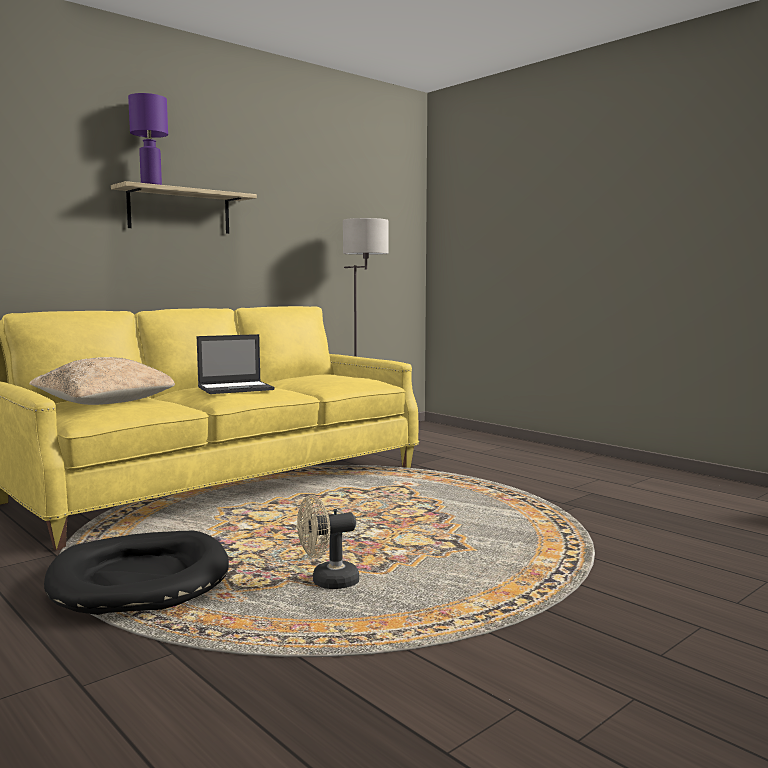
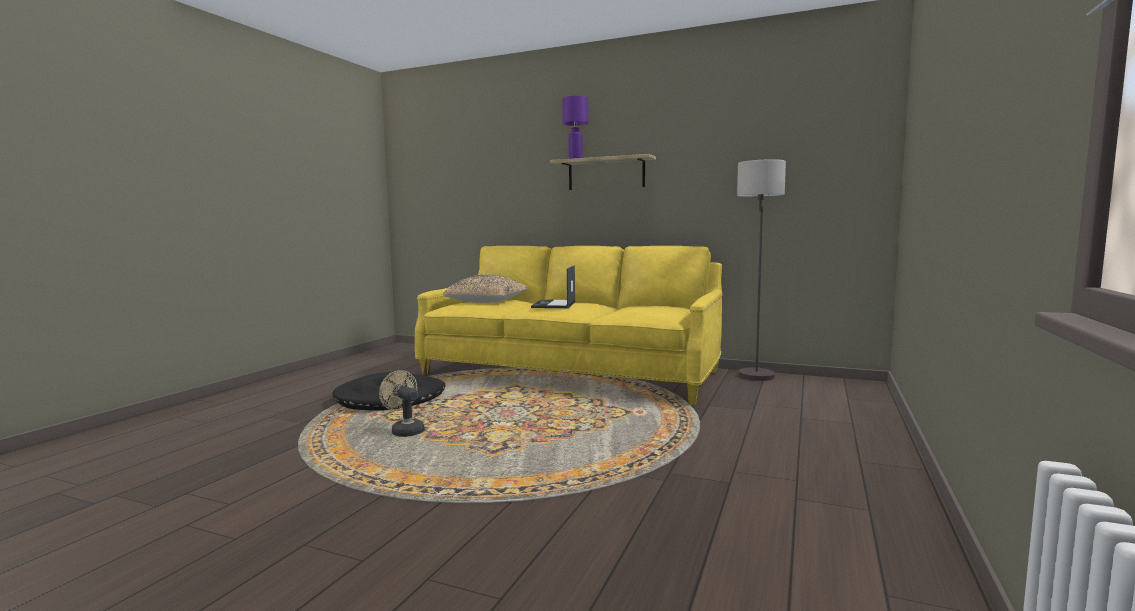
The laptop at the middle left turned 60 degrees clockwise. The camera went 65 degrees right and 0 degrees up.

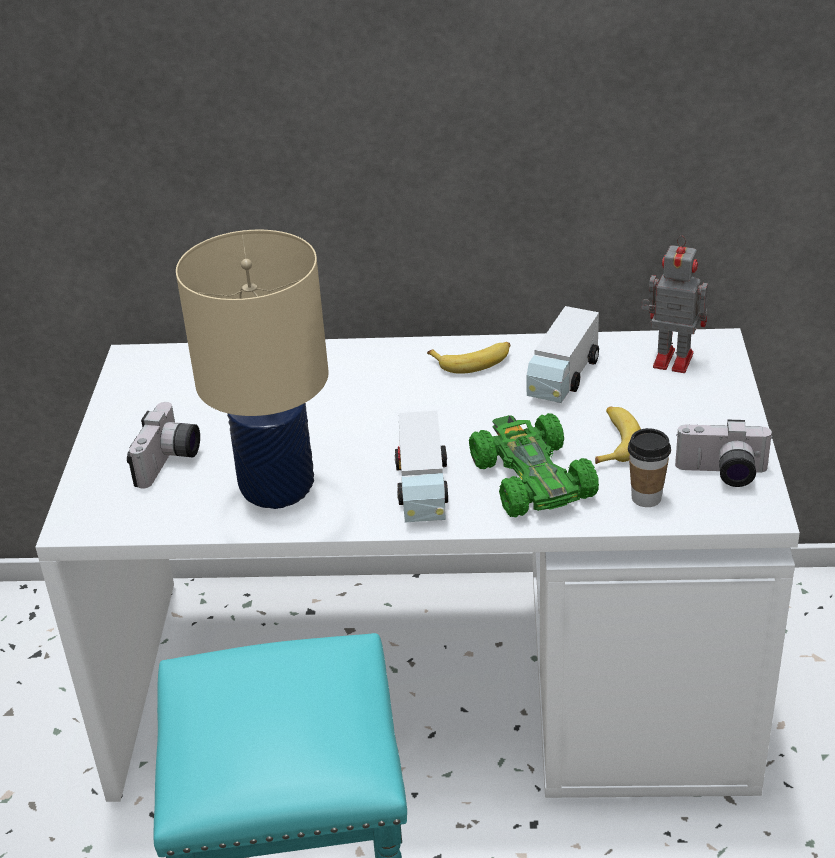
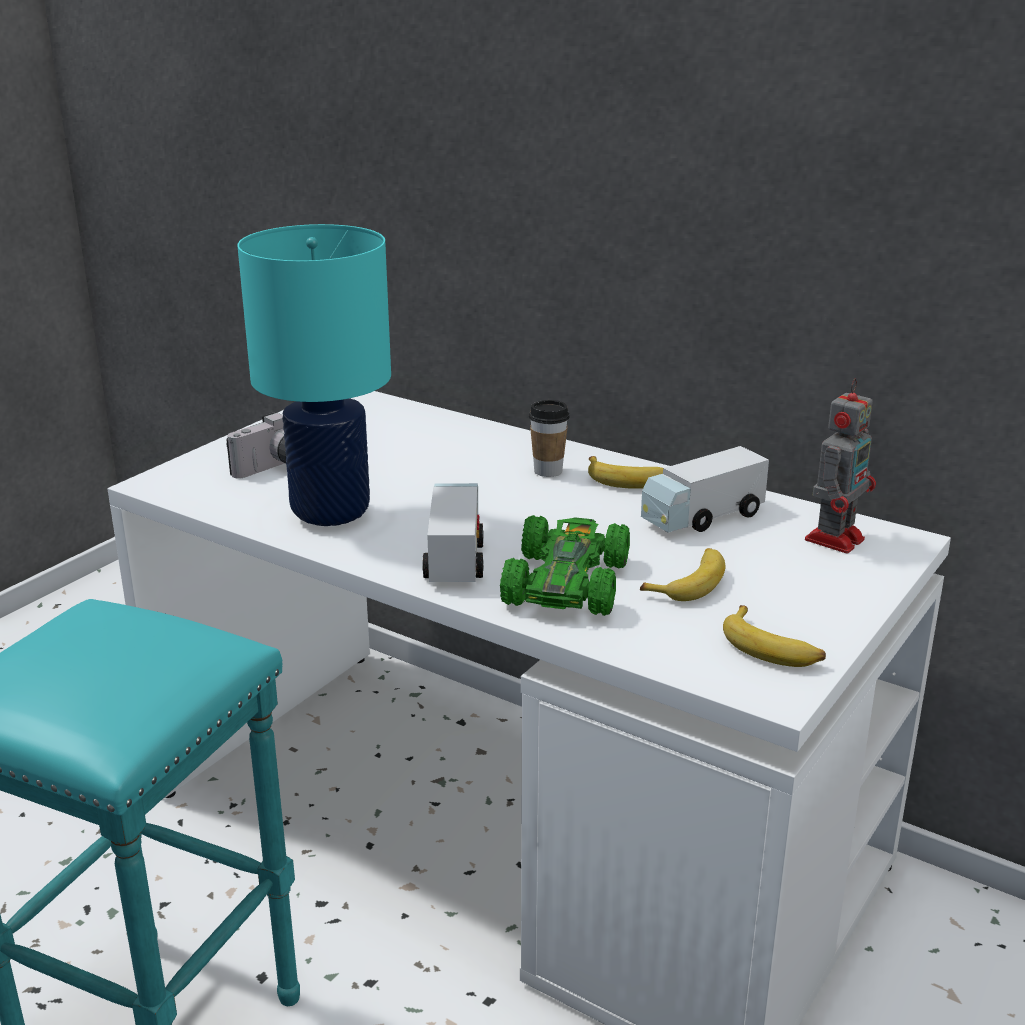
The beige table lamp at the middle left became the turquoise table lamp at the middle left. The toy robot at the middle right turned 75 degrees clockwise. The toy truck (no. 1 from left) at the centre turned 150 degrees clockwise. The photo camera (no. 2 from left) at the middle right was replaced by the banana (no. 3 from left) at the middle right. The cup moved from the middle right to the centre. The camera went 30 degrees right and 10 degrees down.

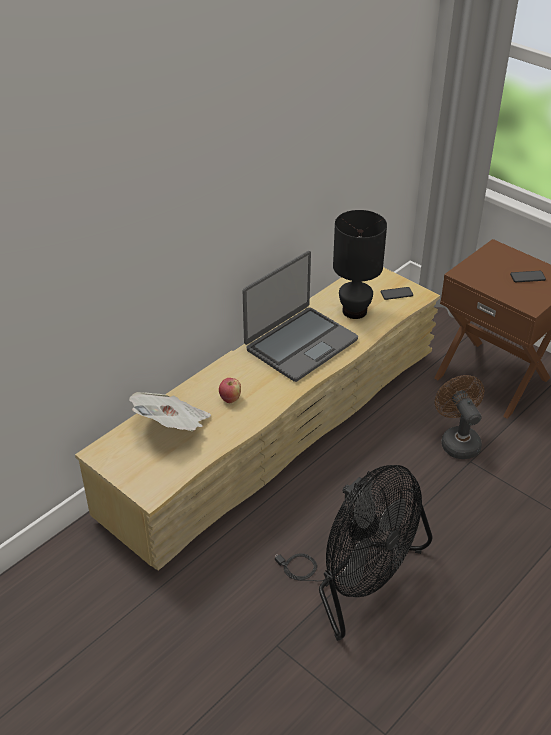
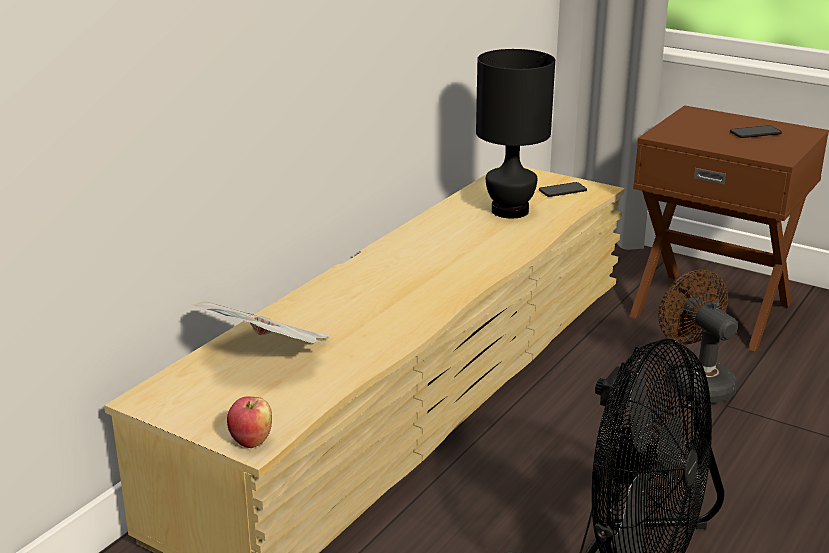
The laptop at the centre disappeared. The apple moved from the centre to the bottom left. The camera went 10 degrees left and 15 degrees down.

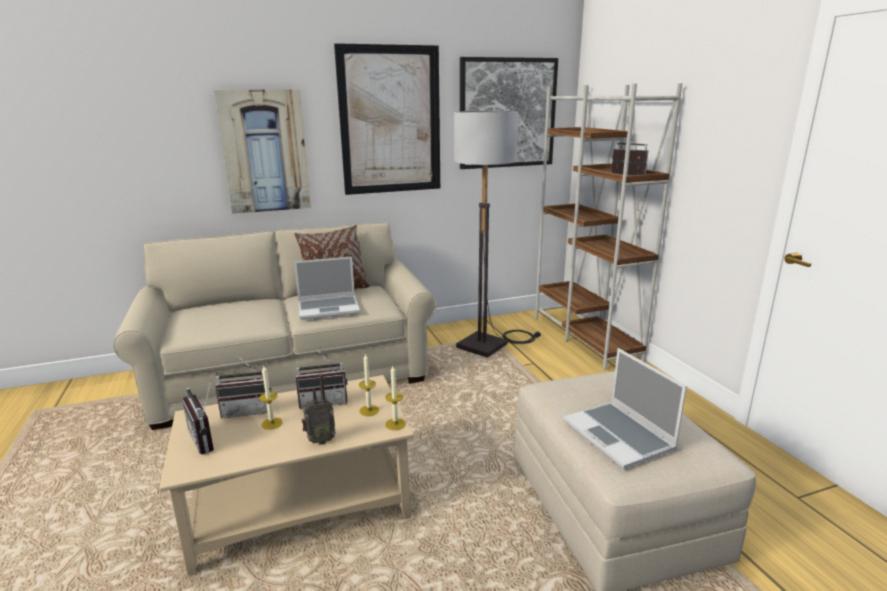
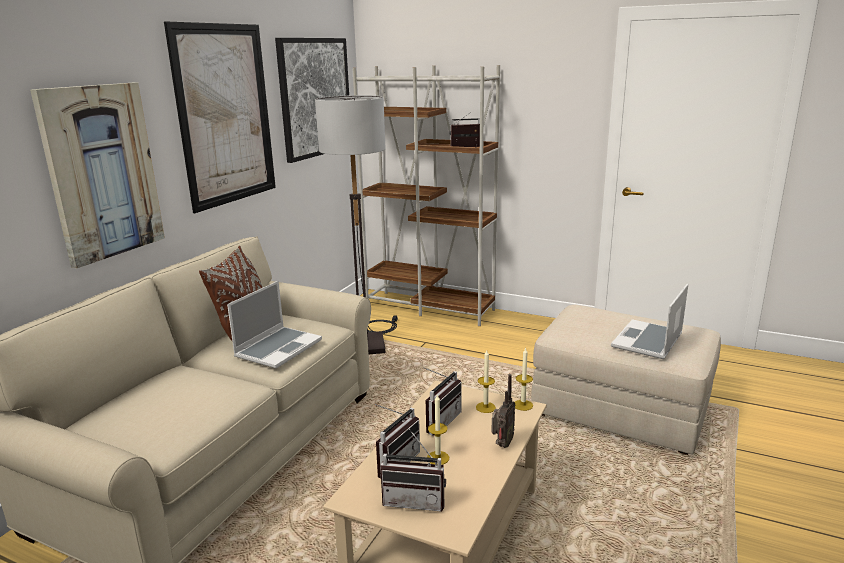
The laptop (no. 2 from left) at the bottom right turned 105 degrees clockwise. The camera went 45 degrees left and 0 degrees up.

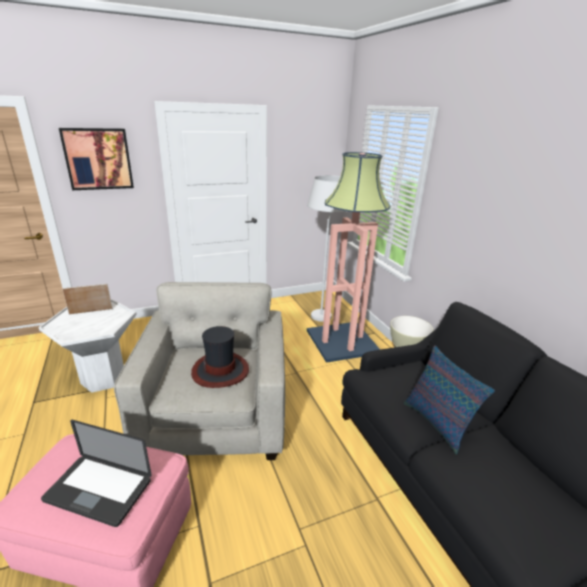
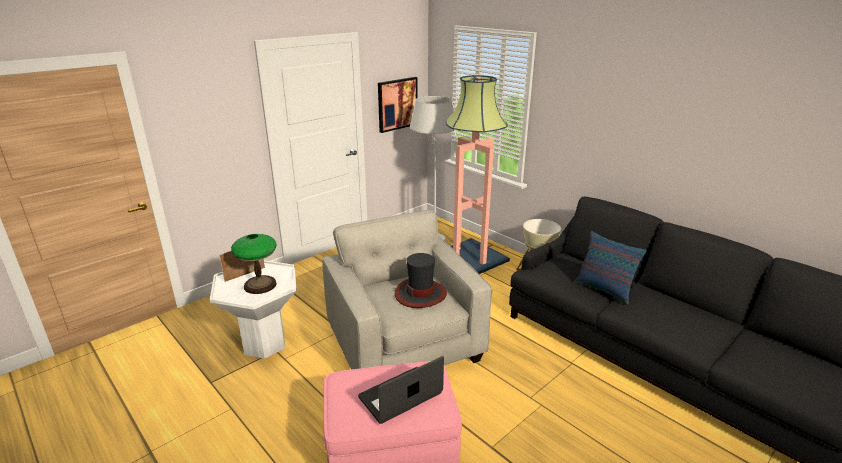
The picture moved from the top left to the top centre. The laptop at the bottom left turned 150 degrees clockwise. The table lamp at the middle left appeared. The camera went 20 degrees left and 0 degrees up.

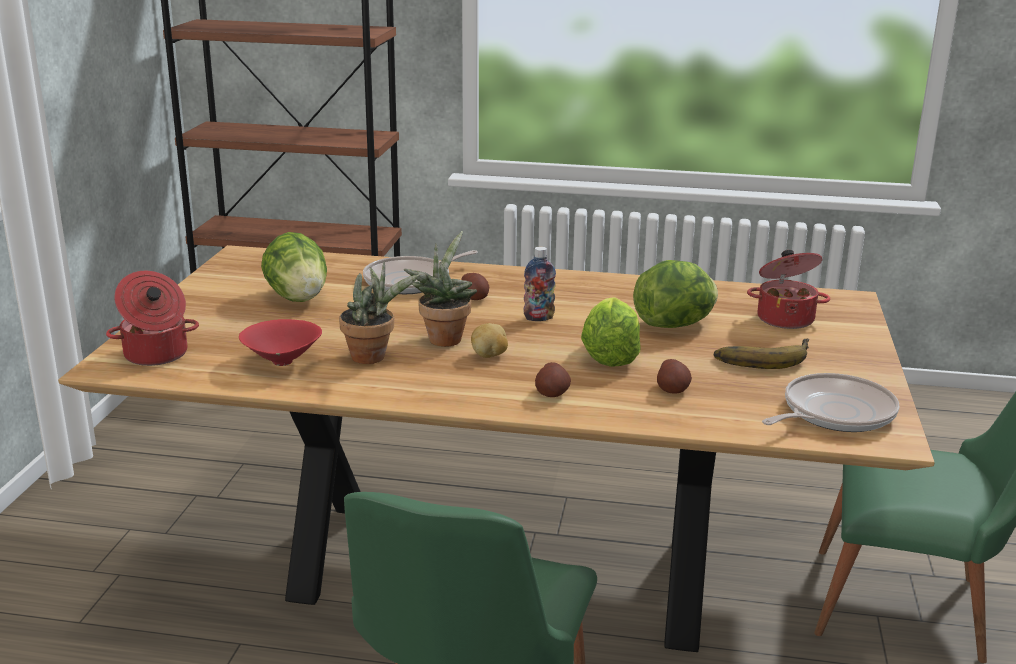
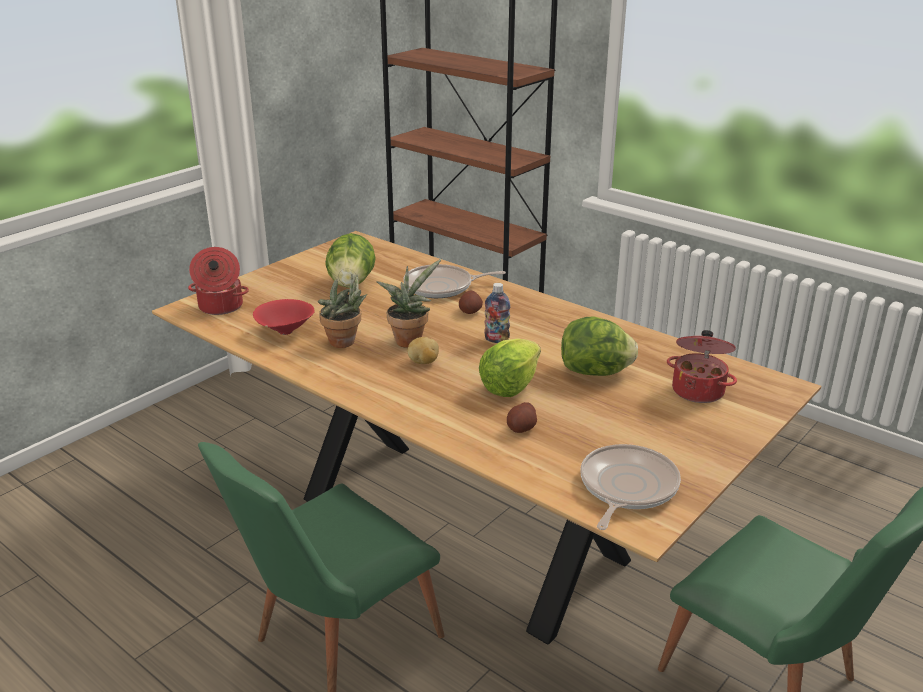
The banana at the middle right disappeared. The potato (no. 3 from left) at the centre disappeared. The frying pan (no. 2 from left) at the middle right turned 60 degrees counterclockwise. The camera went 30 degrees right and 5 degrees up.

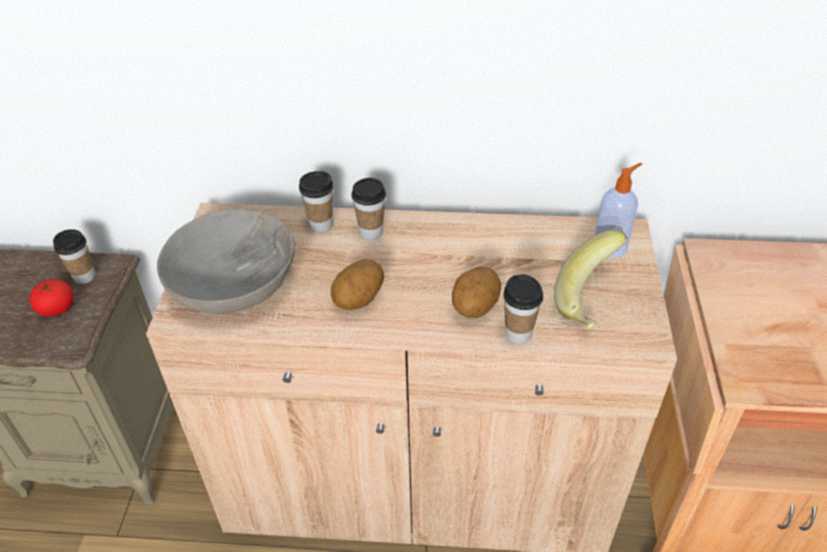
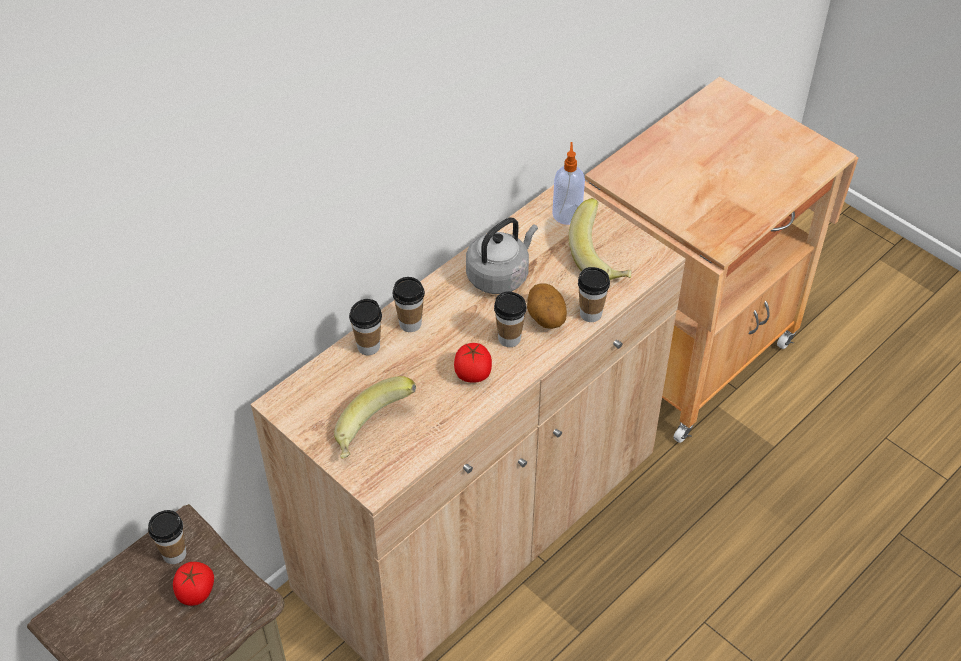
The grey bowl at the middle left was replaced by the banana (no. 1 from left) at the centre. The potato (no. 1 from left) at the centre was replaced by the tomato (no. 2 from left) at the centre. The grey kettle at the centre appeared. The cup (no. 4 from left) at the centre appeared. The camera went 50 degrees left and 5 degrees up.

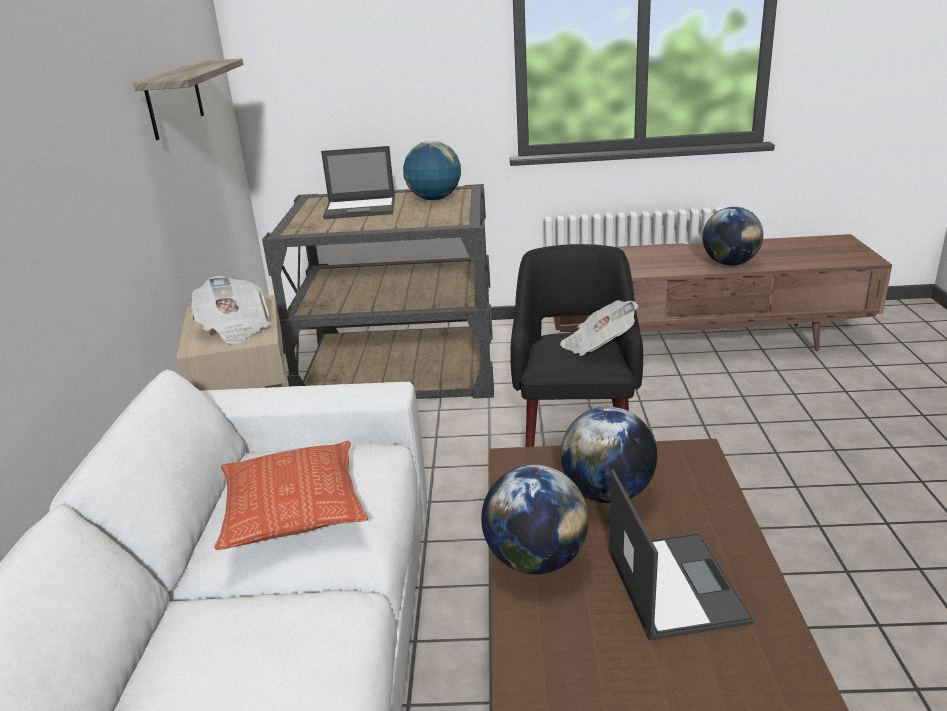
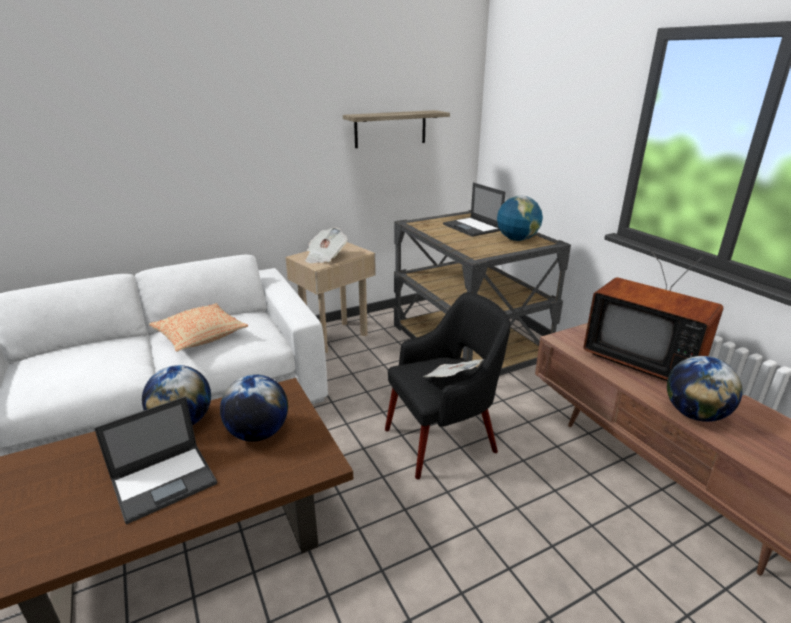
The orange pillow at the bottom left became the beige pillow at the middle left. The television at the middle right appeared. The camera went 60 degrees right and 0 degrees up.

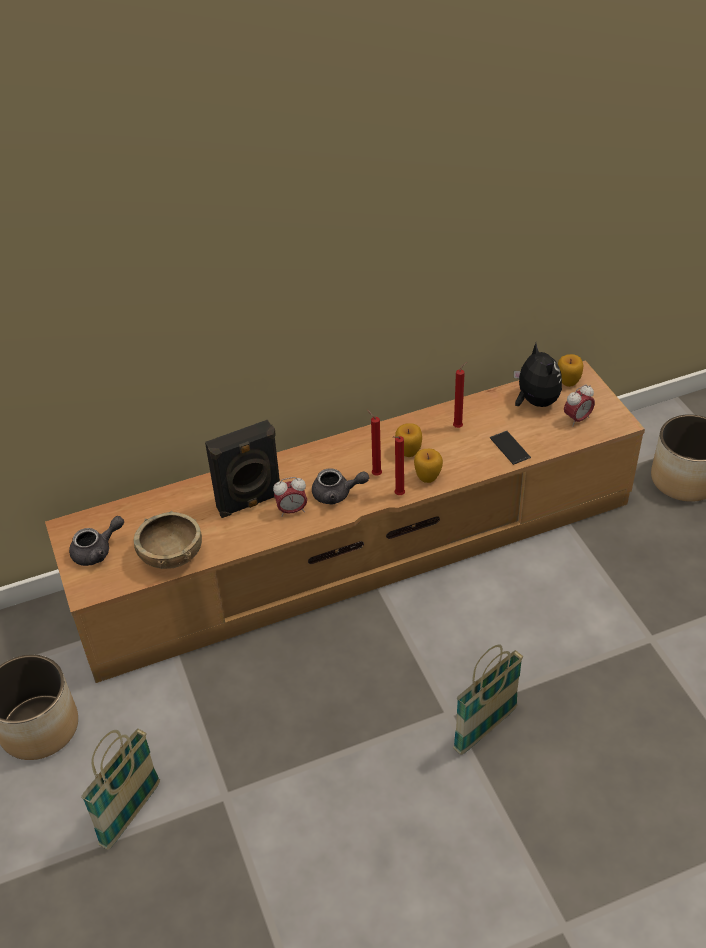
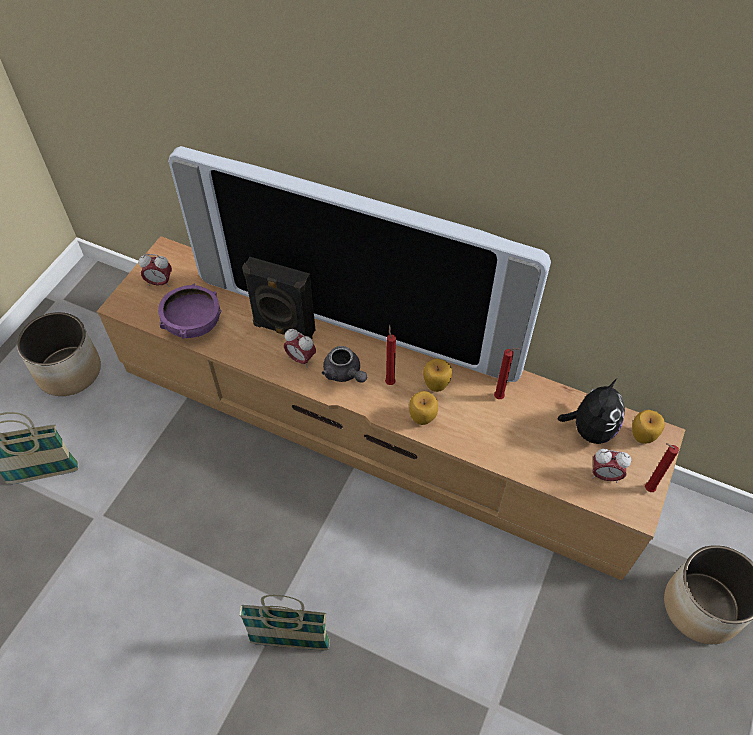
The phone at the middle right disappeared. The red candle (no. 2 from left in the first image) moved from the centre to the middle right. The brown bowl at the middle left became the purple bowl at the middle left. The grey teapot (no. 1 from left) at the middle left was replaced by the alarm clock (no. 1 from left) at the middle left. The television at the centre appeared. The camera went 45 degrees right and 10 degrees up.

